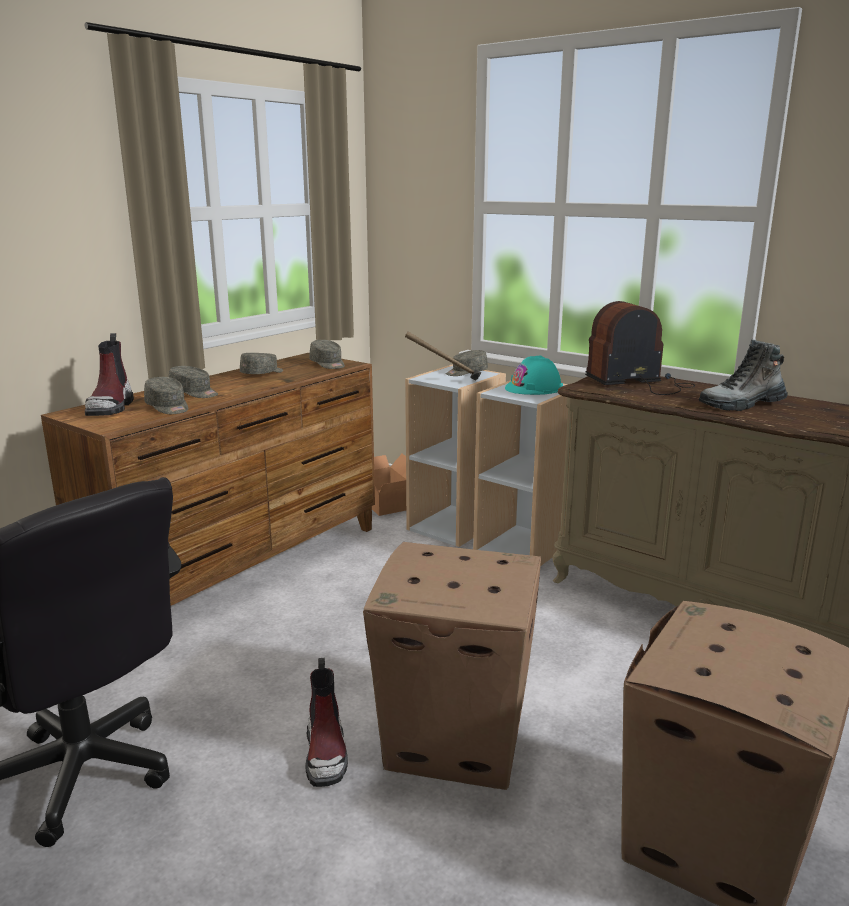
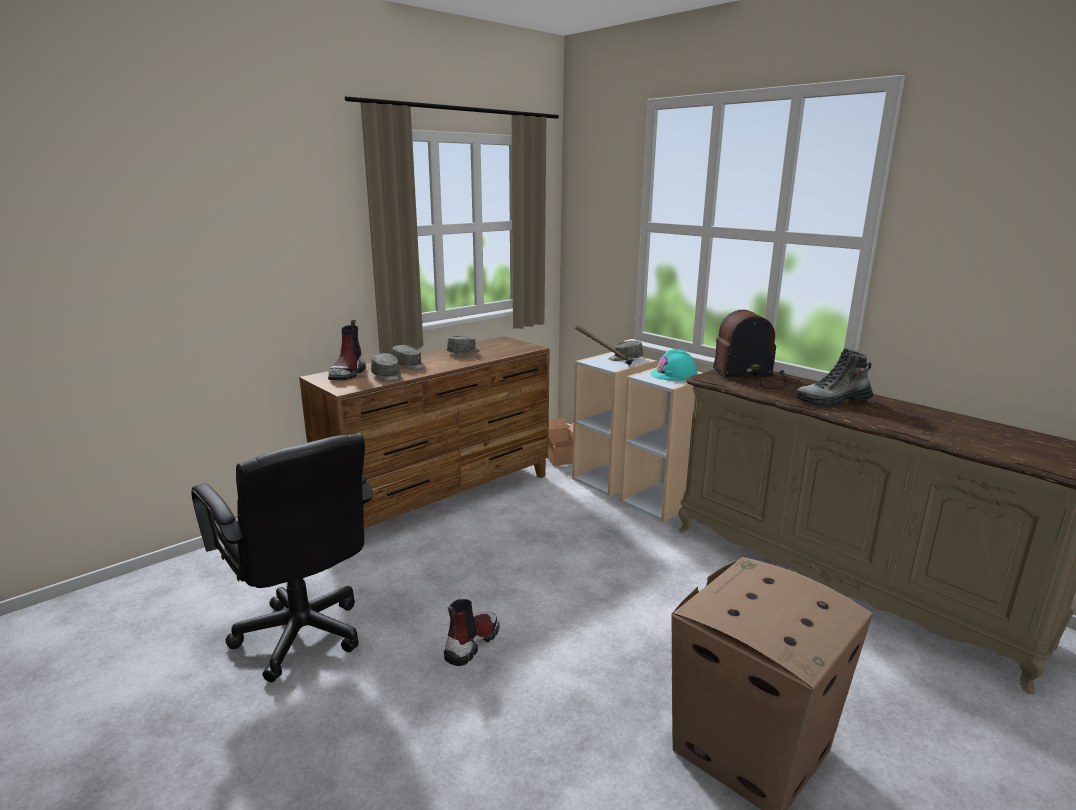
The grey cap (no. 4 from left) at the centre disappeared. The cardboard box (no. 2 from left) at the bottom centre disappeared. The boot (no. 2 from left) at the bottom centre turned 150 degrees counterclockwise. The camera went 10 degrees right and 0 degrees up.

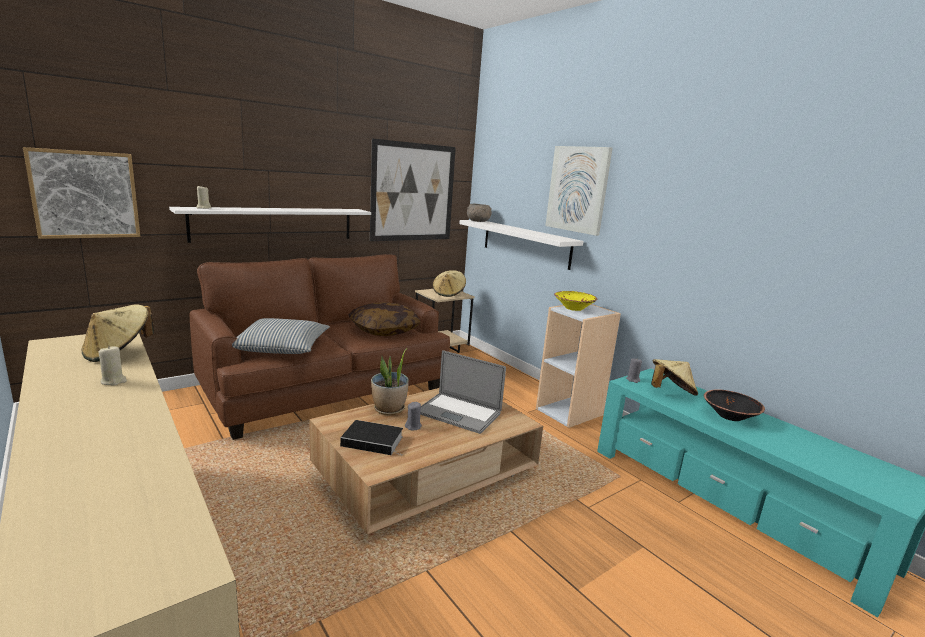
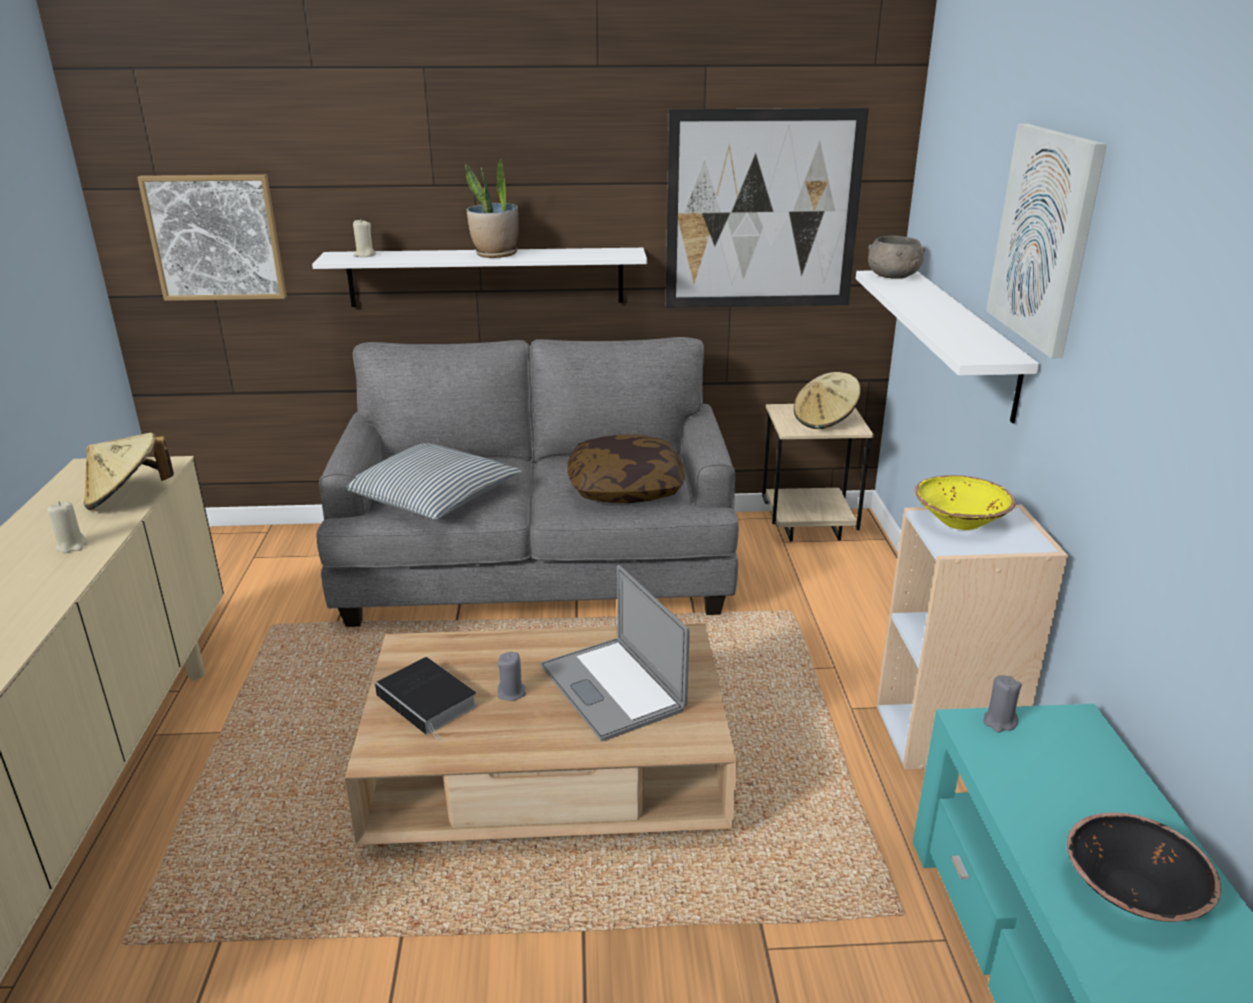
The brown sofa at the centre became the grey sofa at the centre. The potted plant moved from the centre to the top centre. The beige hat (no. 3 from left) at the middle right disappeared. The camera went 35 degrees right and 10 degrees up.

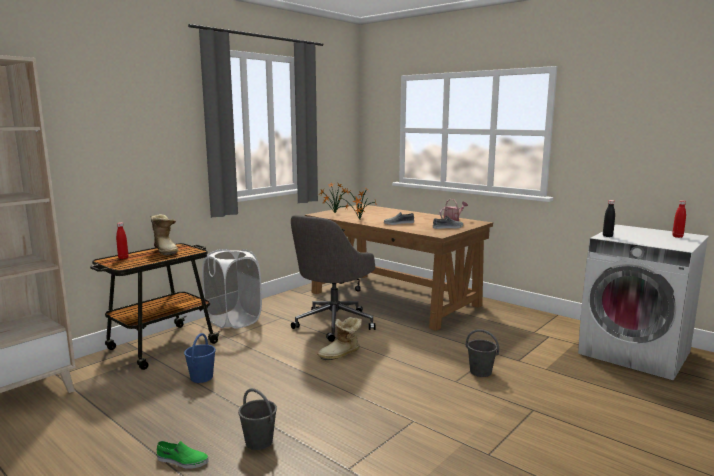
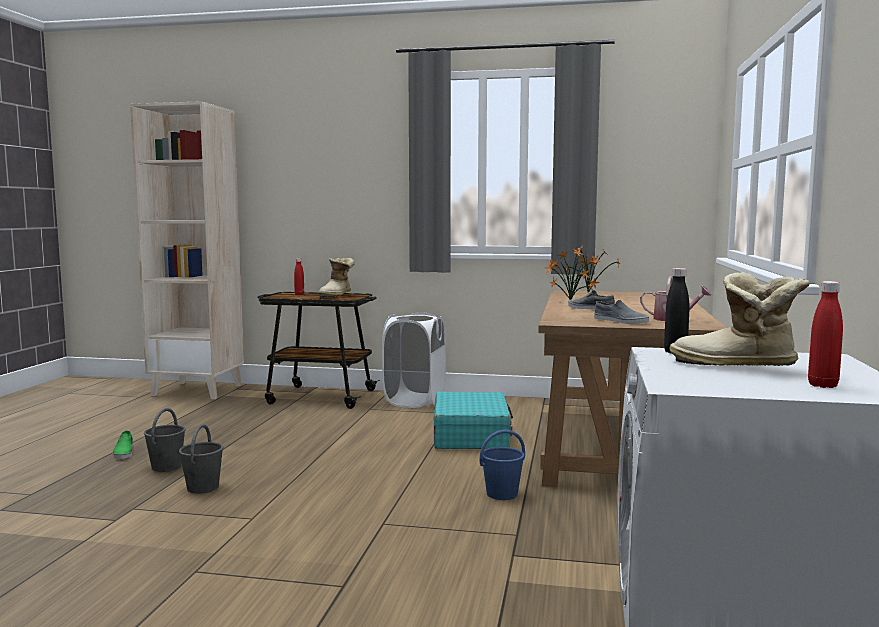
The grey office chair at the centre was replaced by the turquoise suitcase at the bottom centre. The boot (no. 2 from left) moved from the bottom centre to the middle right. The grey bucket (no. 2 from left) moved from the bottom right to the bottom left. The blue bucket moved from the bottom left to the bottom centre. The camera went 60 degrees right and 5 degrees down.

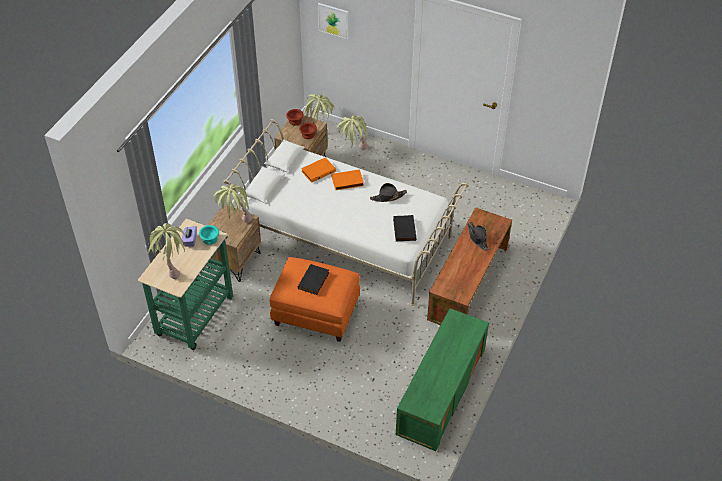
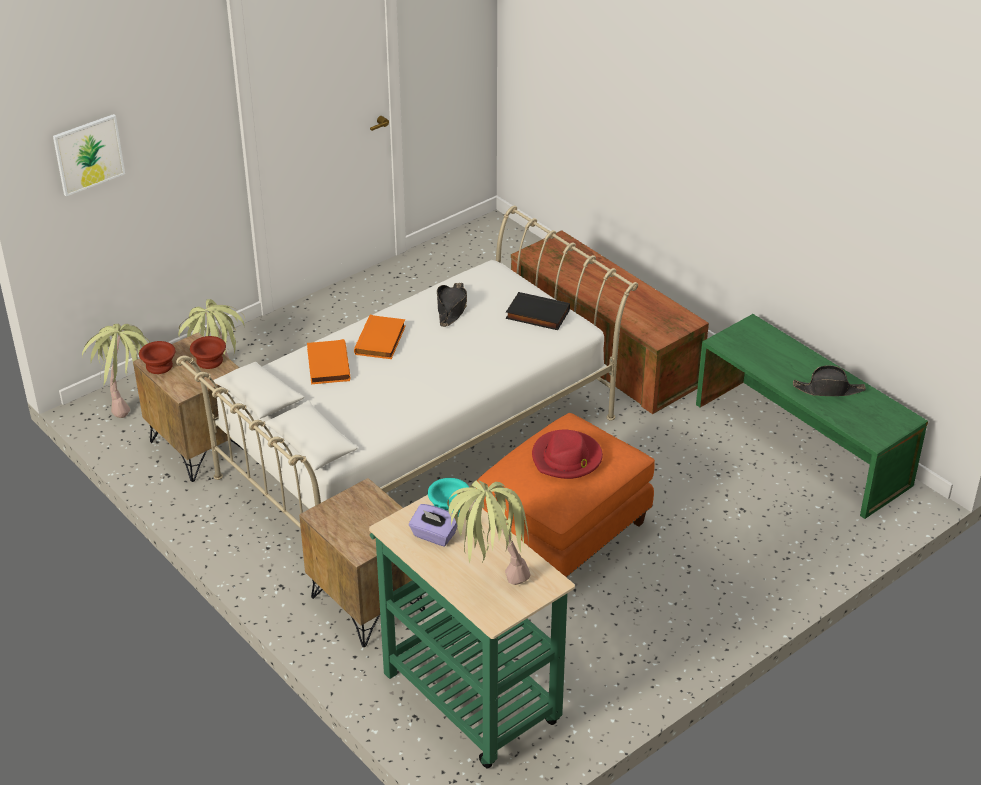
The potted plant (no. 2 from left) at the middle left disappeared. The black hat (no. 2 from left) moved from the centre to the middle right. The black book (no. 1 from left) at the centre was replaced by the red hat at the centre. The camera went 65 degrees left and 10 degrees down.

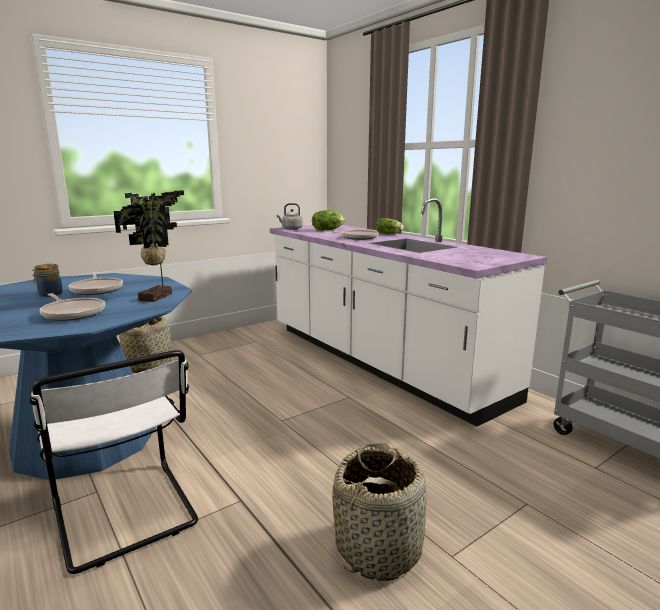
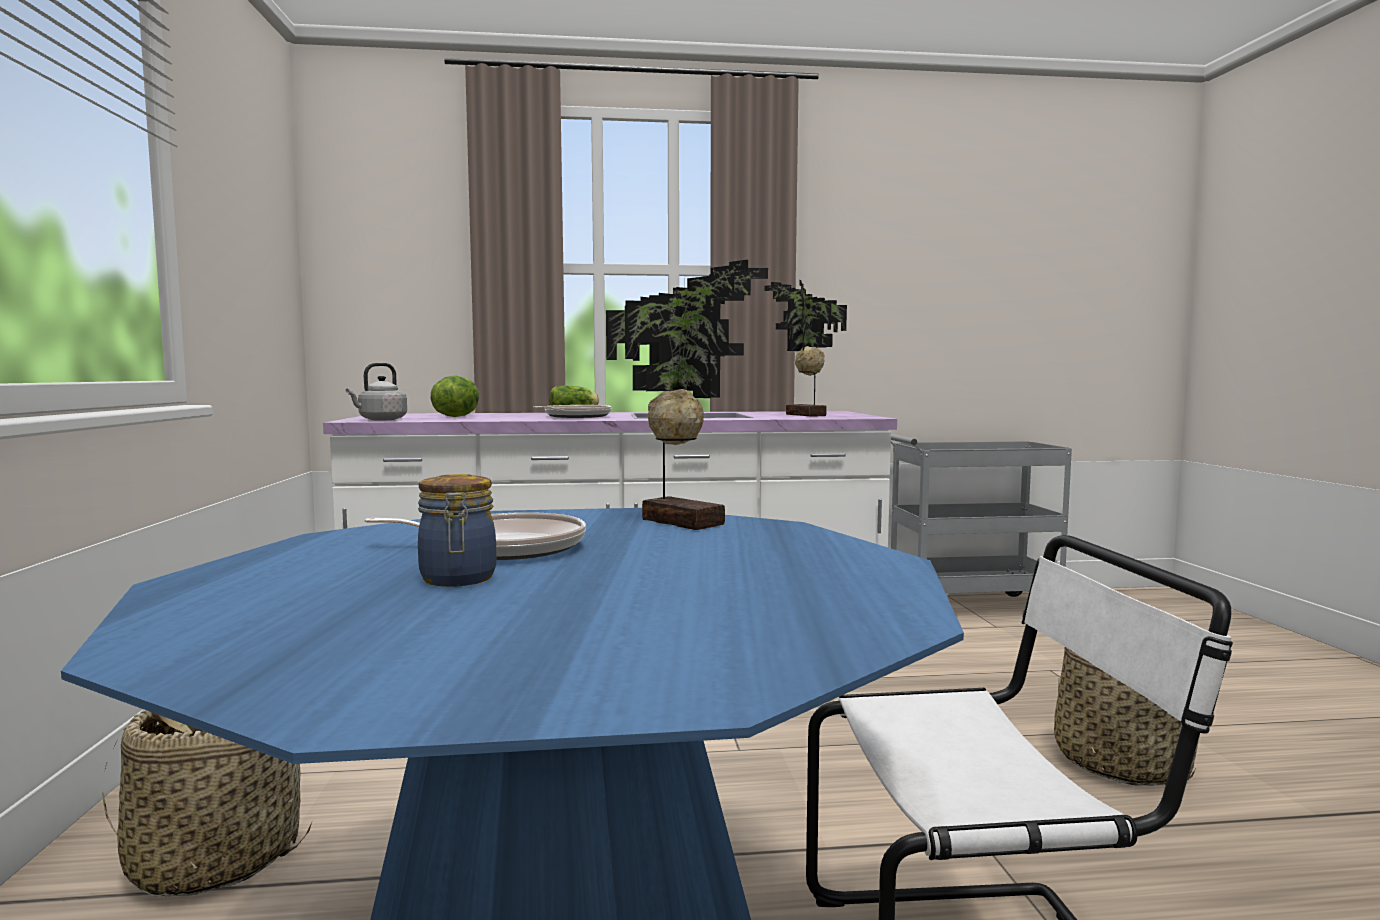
The frying pan (no. 1 from left) at the middle left disappeared. The potted plant (no. 2 from left) at the centre appeared. The camera went 60 degrees left and 10 degrees down.

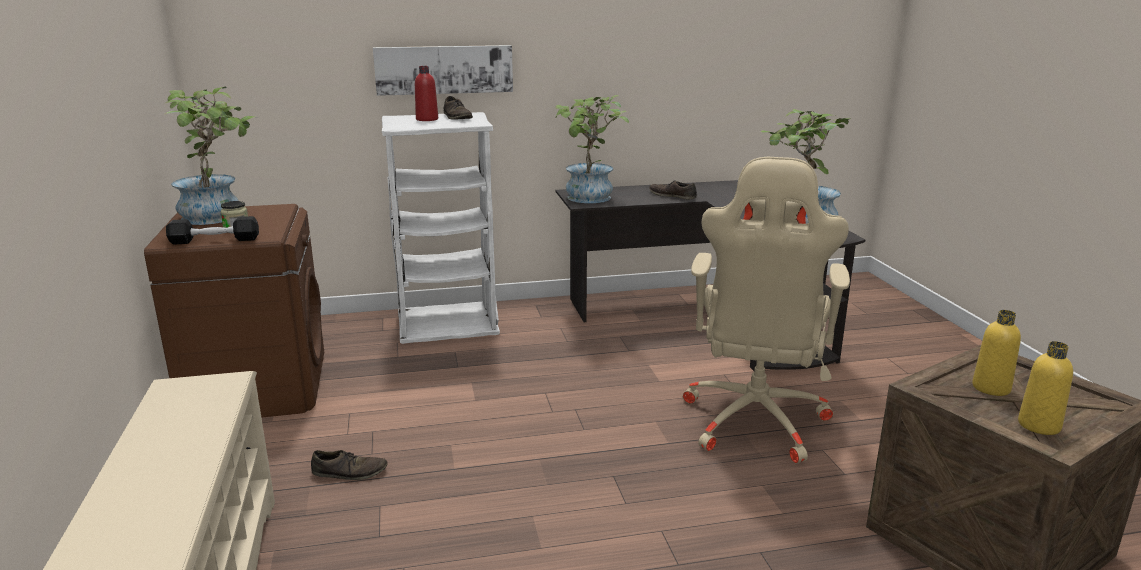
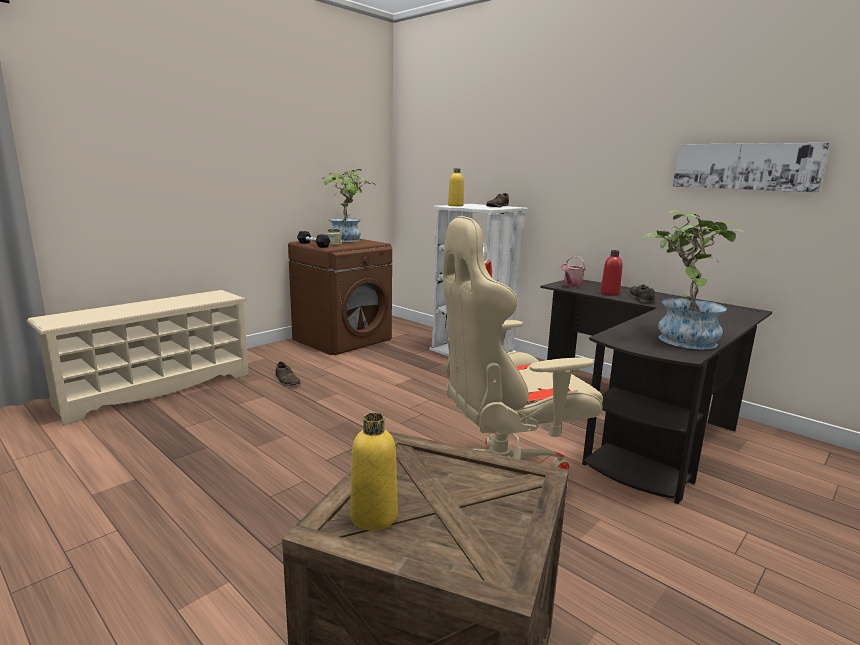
The picture moved from the top centre to the top right. The red bottle moved from the top centre to the middle right. The potted plant (no. 2 from left) at the top centre was replaced by the watering can at the centre. The yellow bottle (no. 1 from left in the first image) moved from the middle right to the top centre. The camera went 55 degrees right and 5 degrees down.

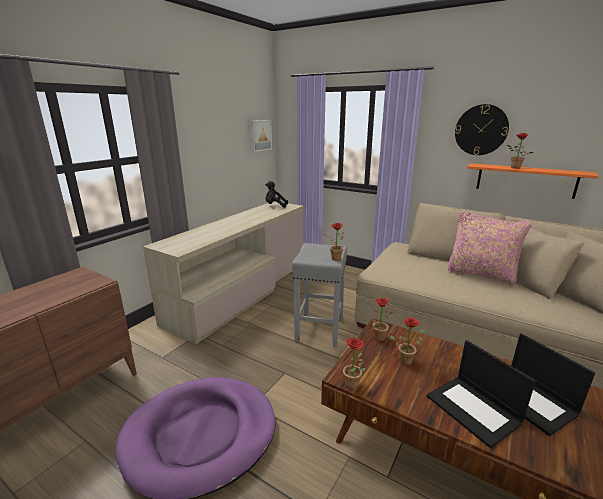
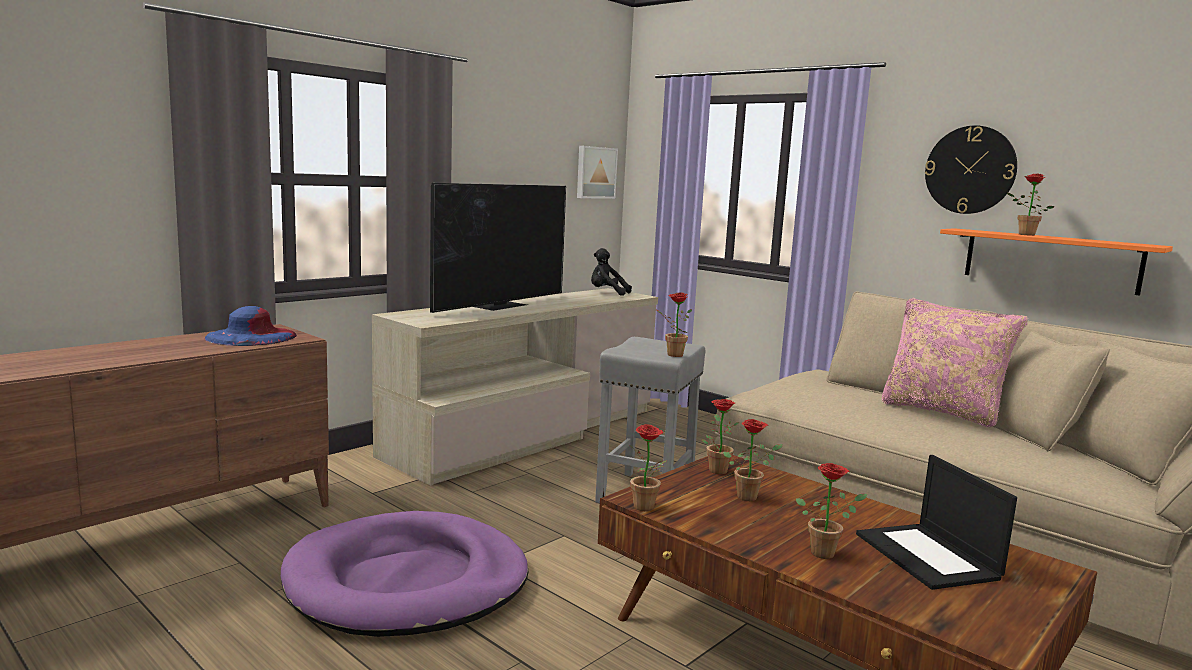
The laptop (no. 1 from left) at the bottom right was replaced by the potted plant (no. 5 from left) at the bottom right. The television at the centre appeared. The blue hat at the middle left appeared. The camera went 10 degrees right and 10 degrees down.

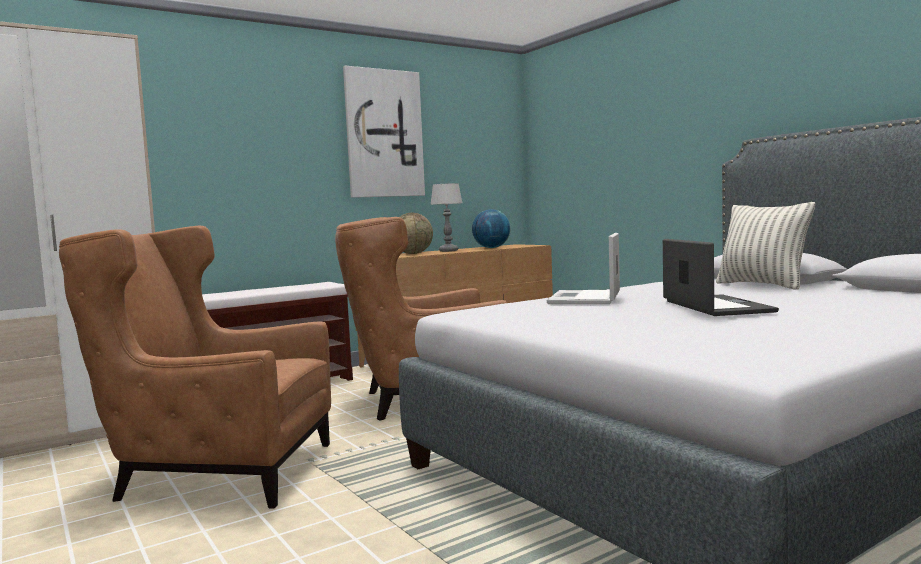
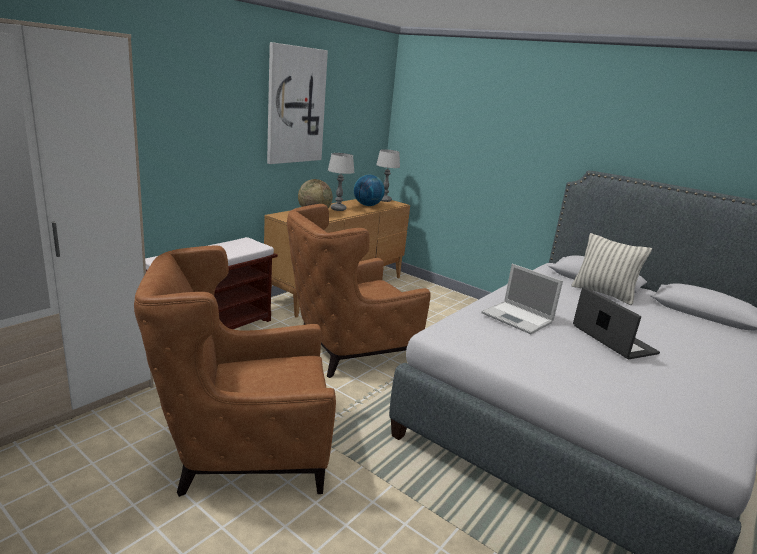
The laptop (no. 1 from left) at the centre turned 45 degrees counterclockwise. The table lamp (no. 2 from left) at the top centre appeared. The camera went 20 degrees left and 15 degrees up.

